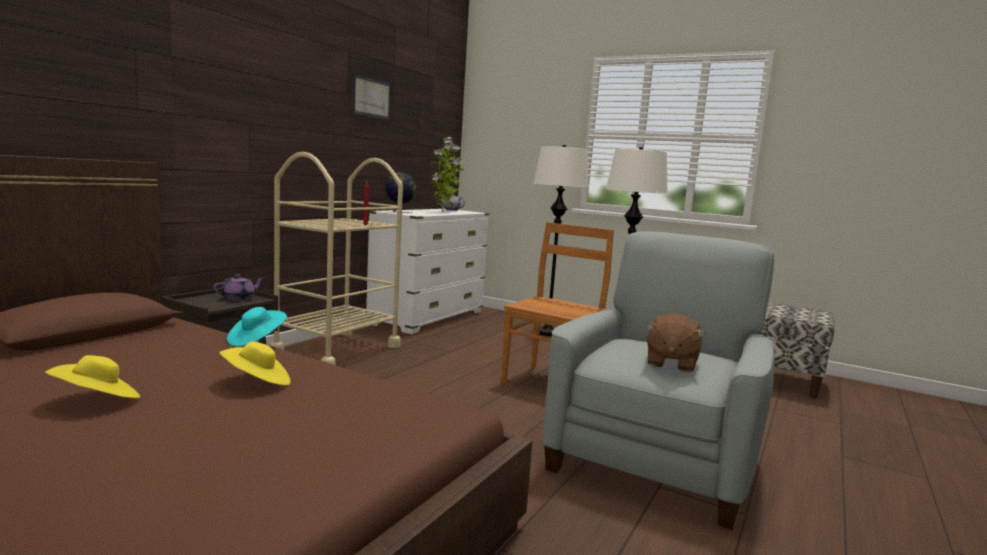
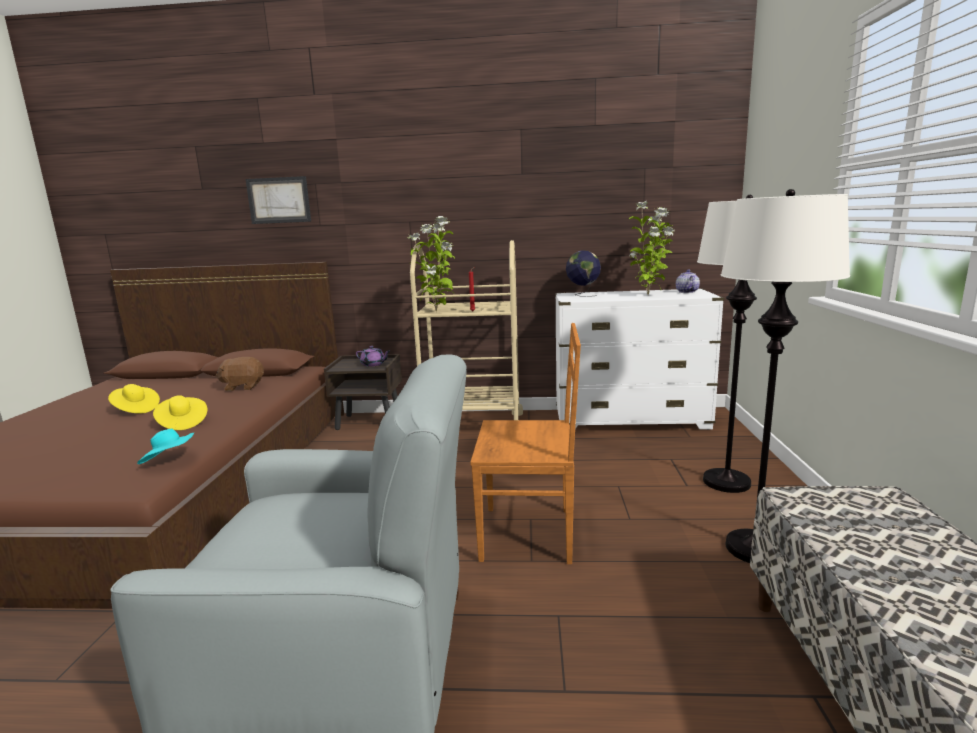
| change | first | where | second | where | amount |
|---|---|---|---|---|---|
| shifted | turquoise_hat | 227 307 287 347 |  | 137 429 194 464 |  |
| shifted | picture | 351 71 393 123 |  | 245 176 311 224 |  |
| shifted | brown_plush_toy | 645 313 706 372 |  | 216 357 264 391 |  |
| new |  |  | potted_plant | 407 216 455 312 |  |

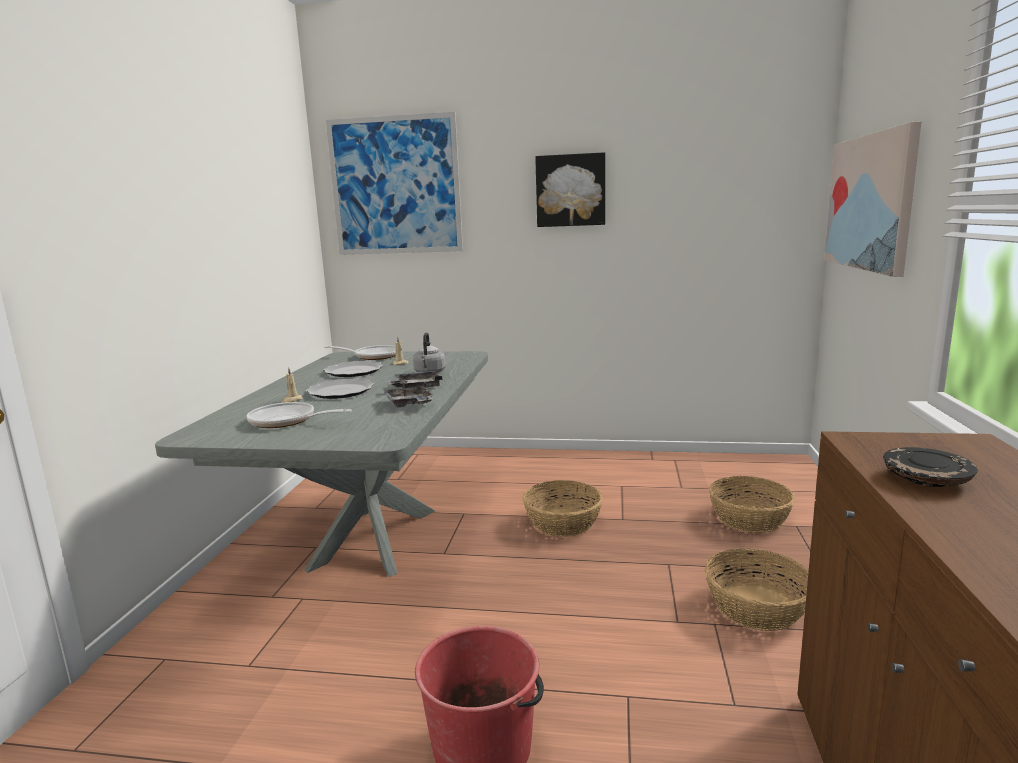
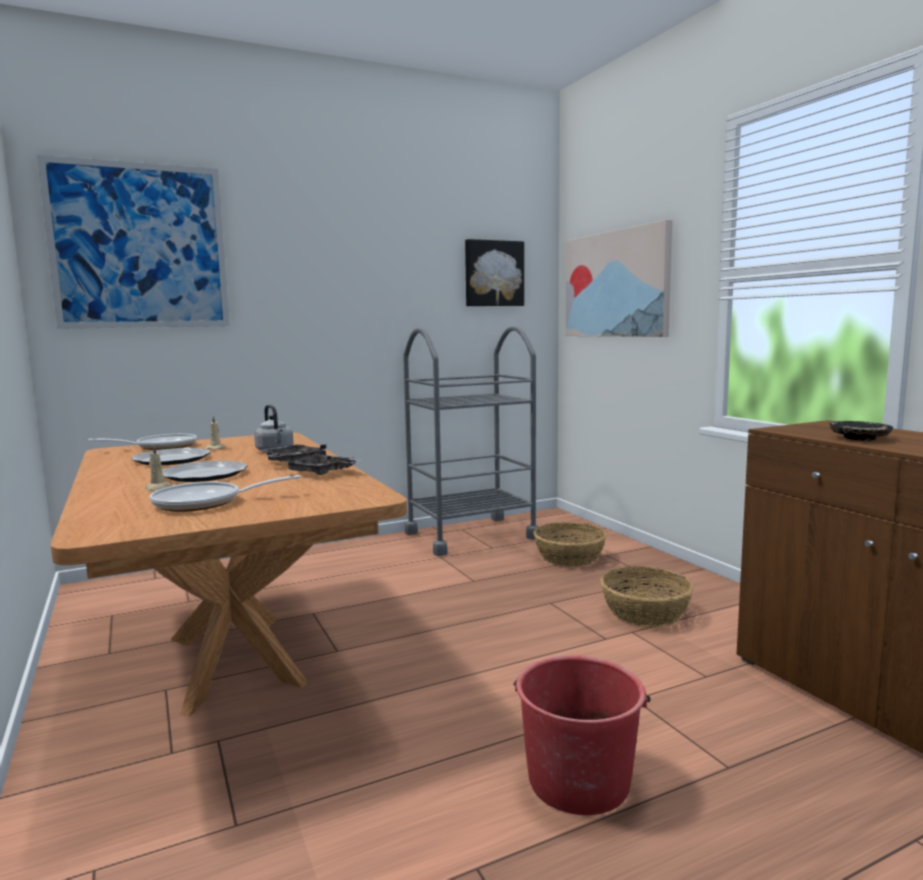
| change | first | where | second | where | amount |
|---|---|---|---|---|---|
| repainted | grey_dining_table | 155 351 488 577 | brown_dining_table | 50 433 407 716 |  |
| gone | basket | 522 480 603 537 |  |  |  |
| shifted | picture | 535 152 605 227 |  | 465 239 524 306 |  |
| new |  |  | grey_cart | 403 326 539 556 |  |

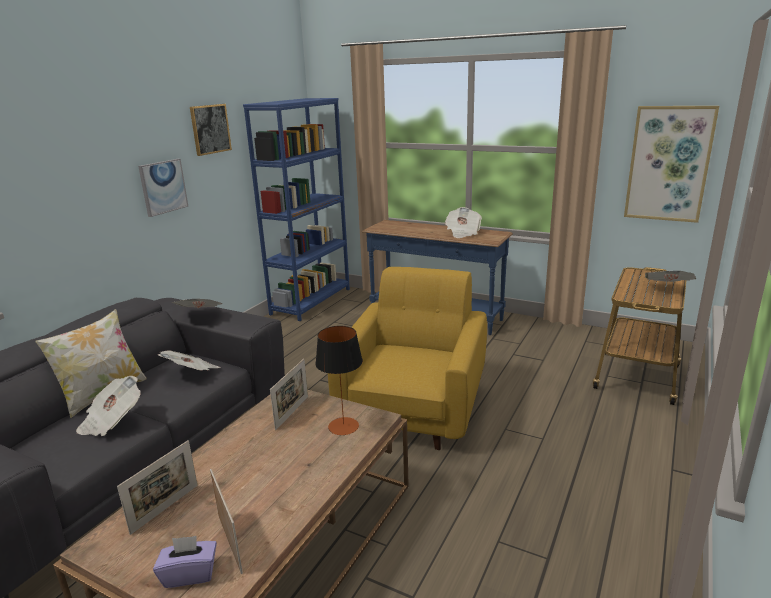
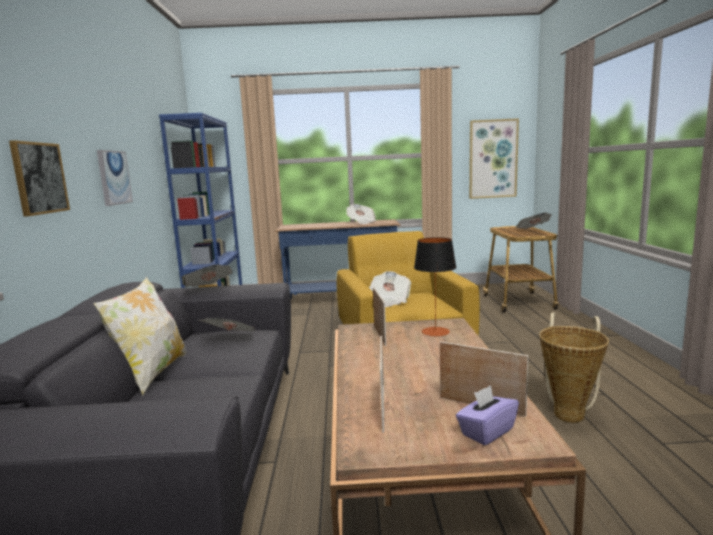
| change | first | where | second | where | amount |
|---|---|---|---|---|---|
| shifted | newspaper | 76 376 140 436 |  | 369 271 411 307 |  |
| shifted | picture | 190 104 232 156 |  | 9 140 70 217 |  |
| new |  |  | basket | 539 313 609 423 |  |

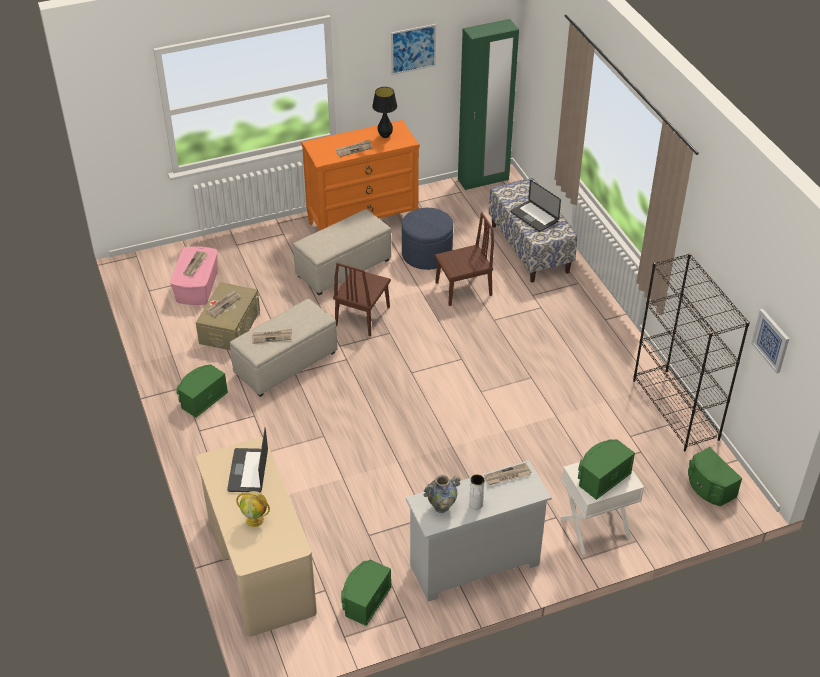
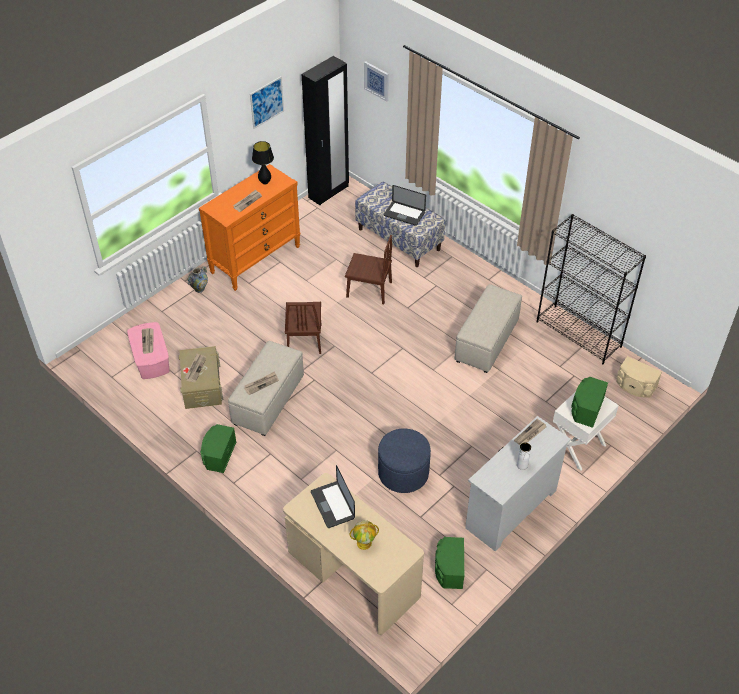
| change | first | where | second | where | amount |
|---|---|---|---|---|---|
| shifted | beige_ottoman | 293 209 391 295 |  | 454 284 522 373 |  |
| shifted | blue_ottoman | 402 208 453 270 |  | 378 429 431 493 |  |
| shifted | vase | 423 475 460 513 |  | 187 266 208 293 |  |
| rotated | brown_chair | 435 213 494 306 |  | 345 235 392 304 | 60 degrees clockwise |
| repainted | green_wardrobe | 458 19 519 190 | black_wardrobe | 302 56 349 205 |  |
| repainted | green_speaker | 688 447 742 506 | beige_speaker | 616 356 662 398 |  |
| shifted | picture | 751 309 789 373 |  | 364 61 389 102 |  |

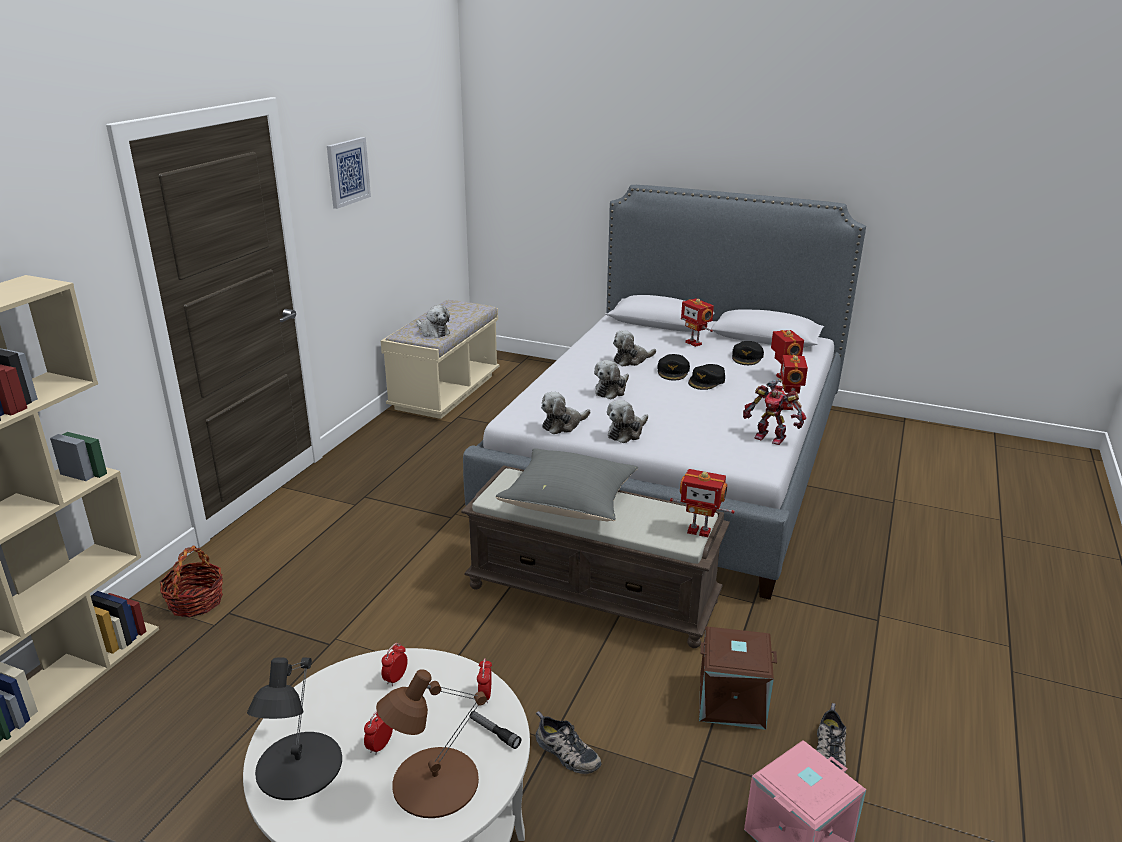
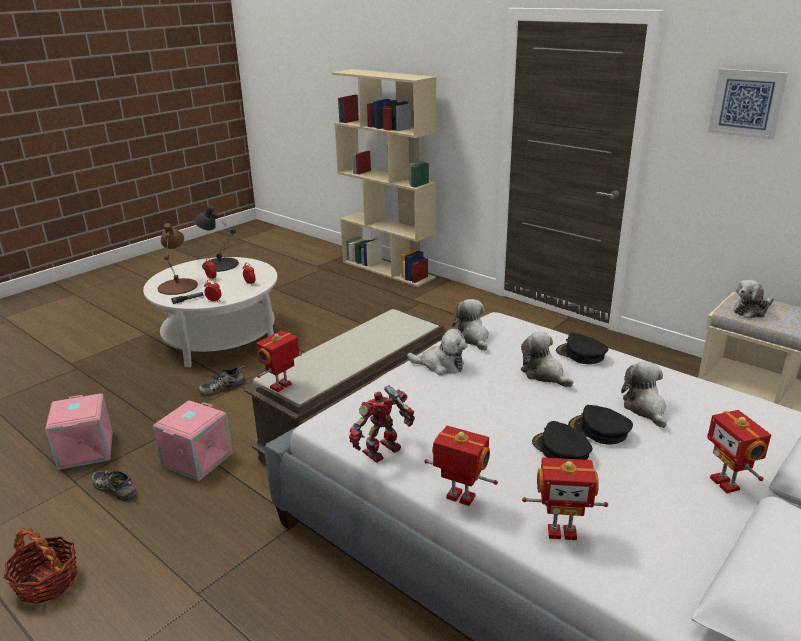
| change | first | where | second | where | amount |
|---|---|---|---|---|---|
| shifted | basket | 160 546 223 617 |  | 4 528 78 604 |  |
| gone | grey_pillow | 496 448 638 521 |  |  |  |
| rotated | plush_toy | 607 400 648 443 |  | 407 329 467 375 | 135 degrees clockwise |
| rotated | toy_robot | 681 298 714 347 |  | 707 410 771 493 | 90 degrees counterclockwise |
| repainted | brown_storage_box | 699 627 777 730 | pink_storage_box | 153 400 233 481 |  |
| shifted | black_cap | 732 341 764 365 |  | 556 333 608 364 |  |

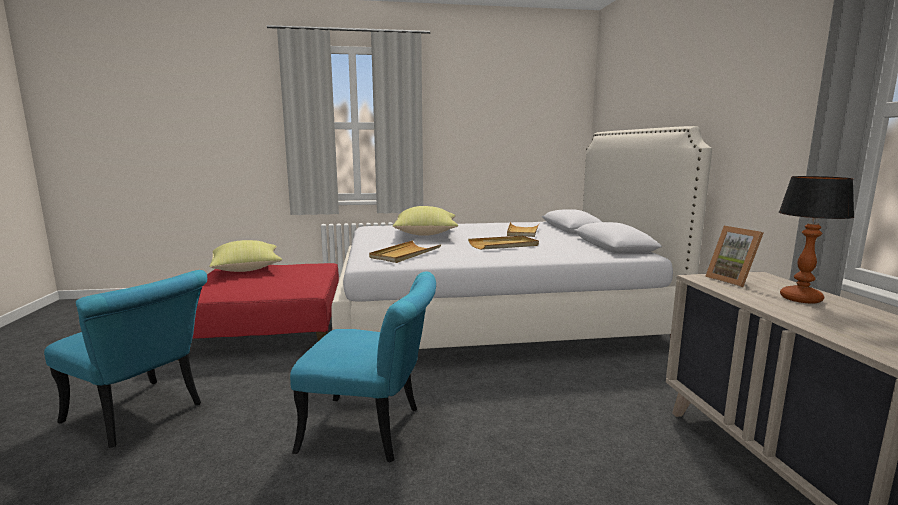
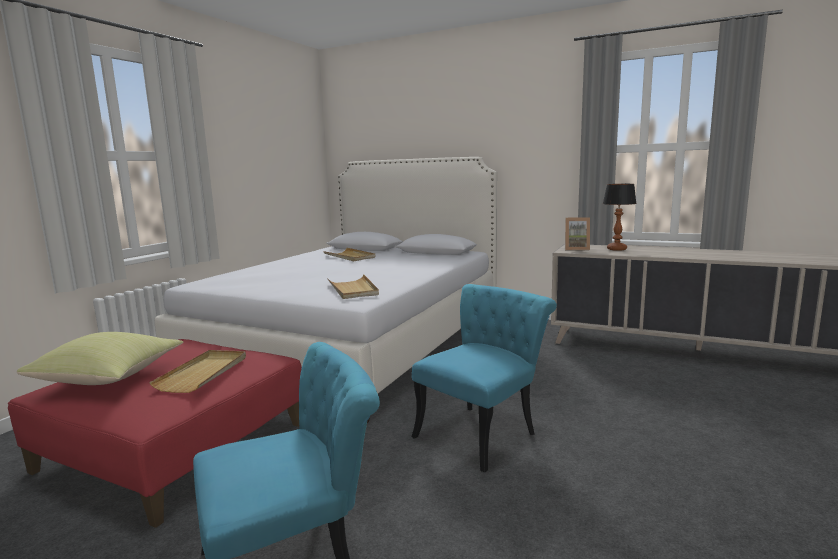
| change | first | where | second | where | amount |
|---|---|---|---|---|---|
| gone | yellow_pillow | 393 206 458 236 |  |  |  |
| shifted | beige_tray | 468 236 539 250 |  | 149 350 246 393 |  |

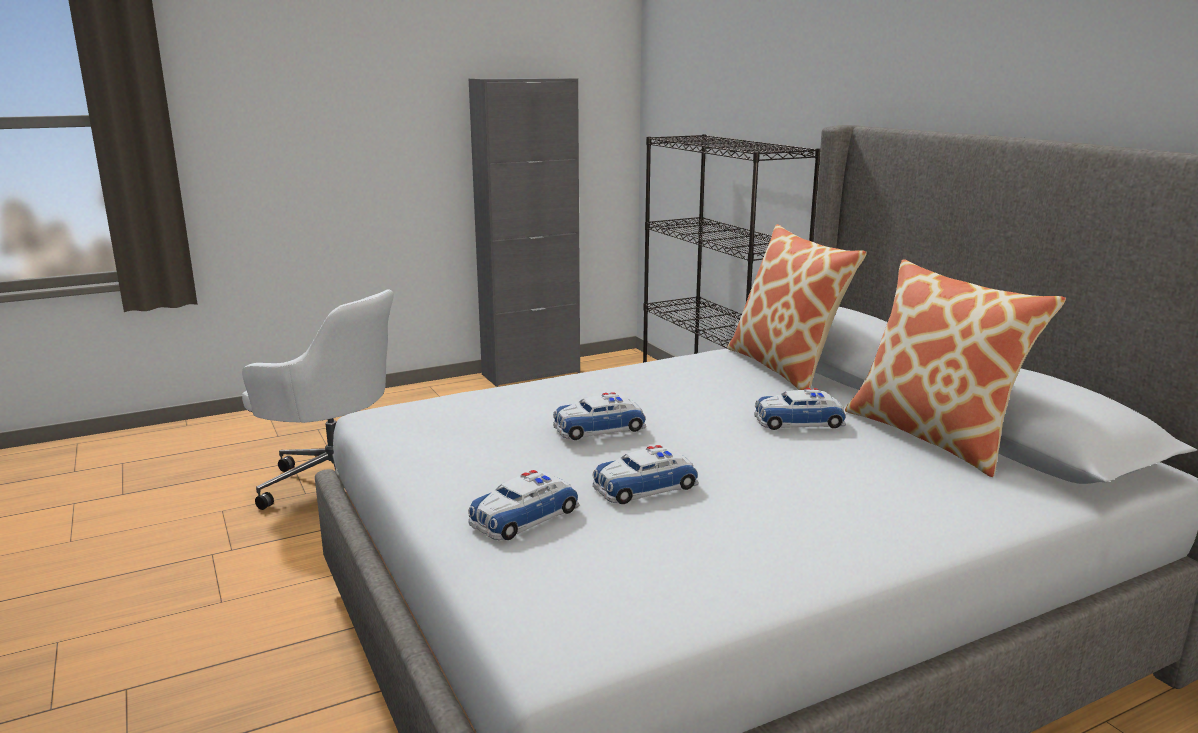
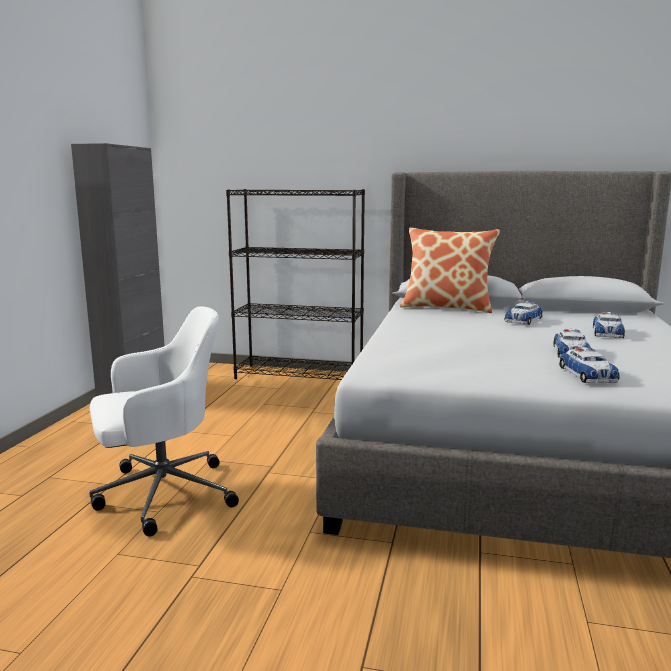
| change | first | where | second | where | amount |
|---|---|---|---|---|---|
| shifted | toy_car | 553 392 646 440 |  | 593 312 625 338 |  |
| gone | pillow | 845 259 1066 477 |  |  |  |

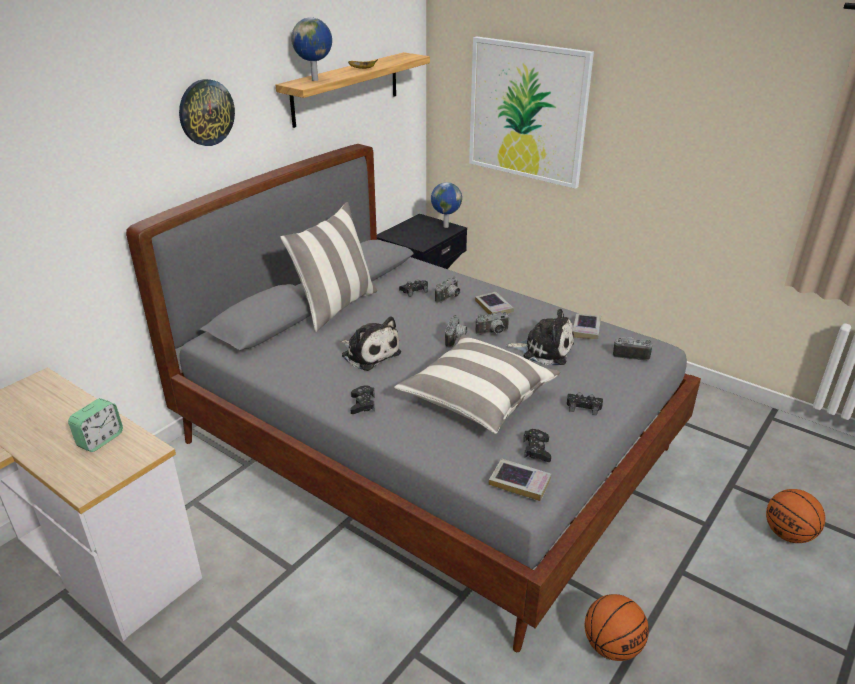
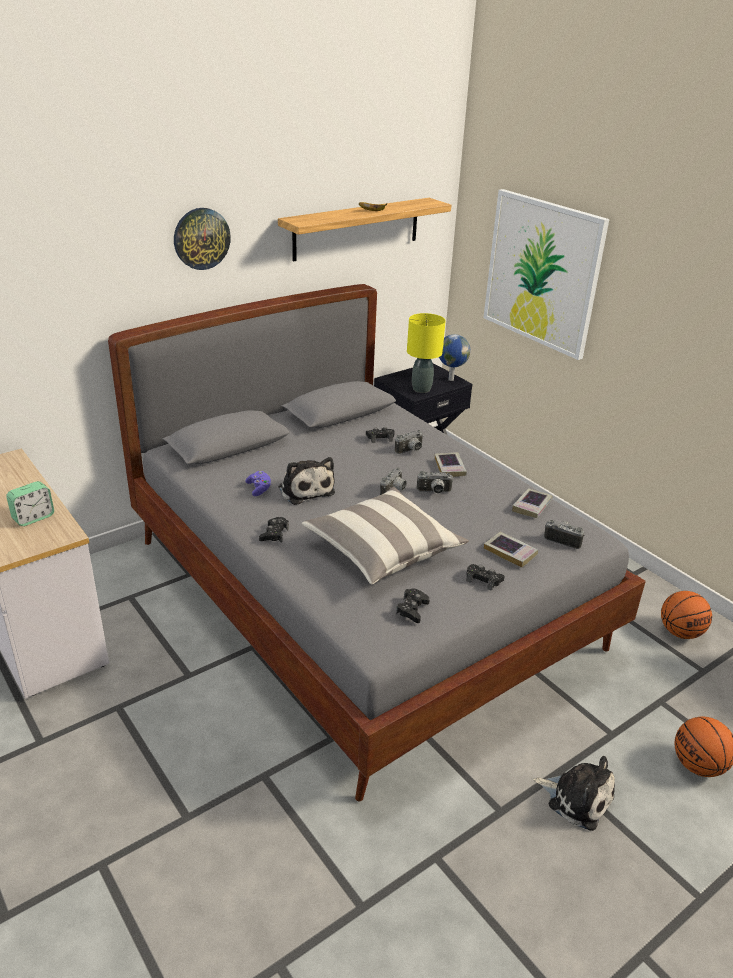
| change | first | where | second | where | amount |
|---|---|---|---|---|---|
| gone | pillow | 280 202 377 332 |  |  |  |
| gone | globe | 291 17 332 81 |  |  |  |
| shifted | book | 489 458 552 501 |  | 484 531 538 568 |  |
| shifted | plush_toy | 506 309 574 365 |  | 533 756 615 831 |  |
| shifted | basketball | 585 594 649 661 |  | 661 591 712 639 |  |
| new |  |  | purple_game_controller | 245 471 271 496 |  |
| new |  |  | yellow_table_lamp | 407 313 446 393 |  |

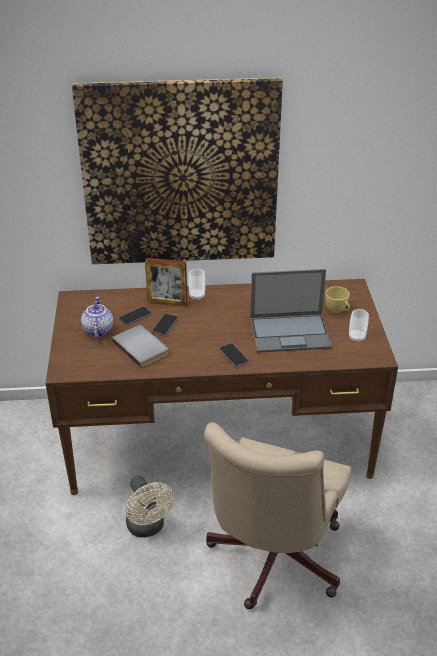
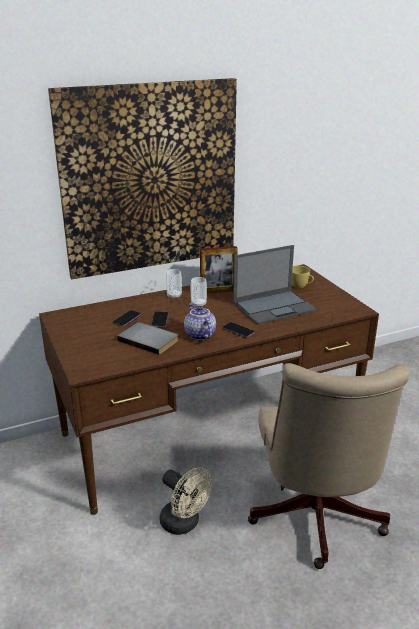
| change | first | where | second | where | amount |
|---|---|---|---|---|---|
| shifted | teapot | 81 297 113 339 |  | 184 303 216 340 |  |
| shifted | picture_frame | 145 258 188 307 |  | 200 246 238 293 |  |
| shifted | cup | 349 309 369 343 |  | 191 277 207 307 |  |

